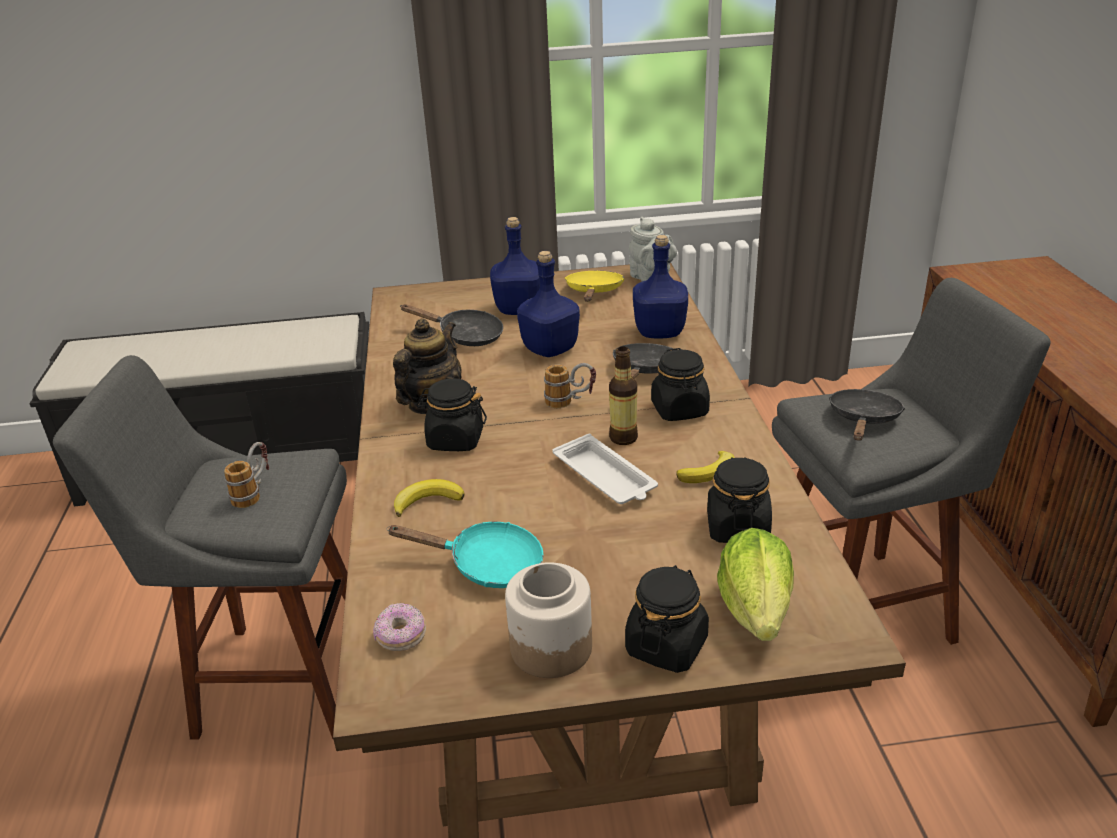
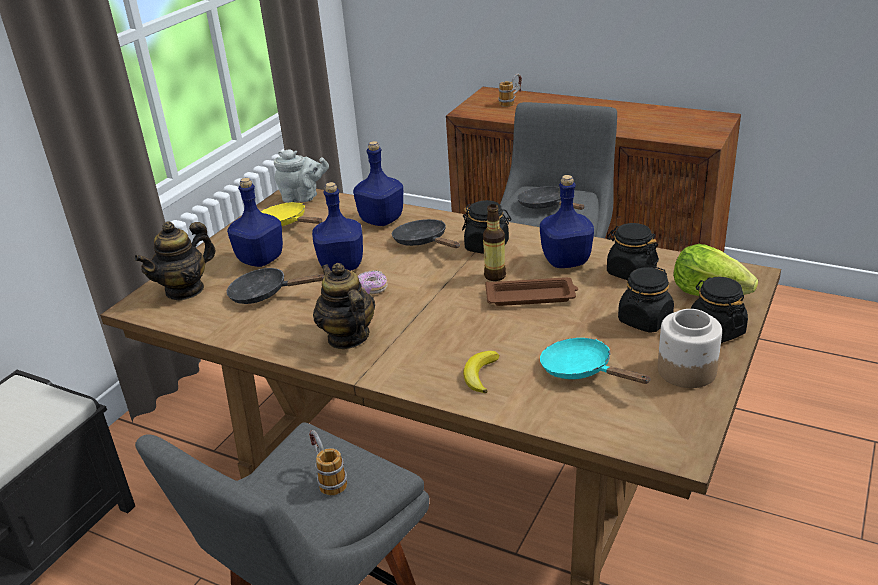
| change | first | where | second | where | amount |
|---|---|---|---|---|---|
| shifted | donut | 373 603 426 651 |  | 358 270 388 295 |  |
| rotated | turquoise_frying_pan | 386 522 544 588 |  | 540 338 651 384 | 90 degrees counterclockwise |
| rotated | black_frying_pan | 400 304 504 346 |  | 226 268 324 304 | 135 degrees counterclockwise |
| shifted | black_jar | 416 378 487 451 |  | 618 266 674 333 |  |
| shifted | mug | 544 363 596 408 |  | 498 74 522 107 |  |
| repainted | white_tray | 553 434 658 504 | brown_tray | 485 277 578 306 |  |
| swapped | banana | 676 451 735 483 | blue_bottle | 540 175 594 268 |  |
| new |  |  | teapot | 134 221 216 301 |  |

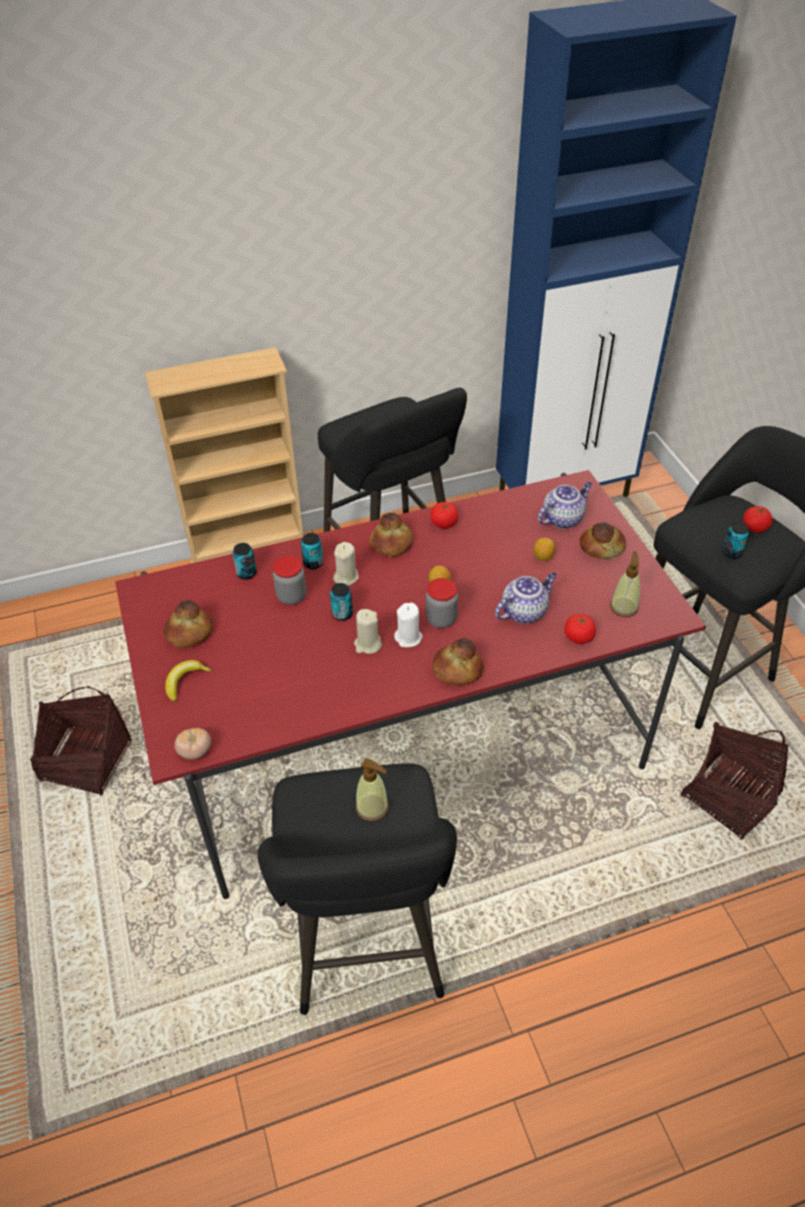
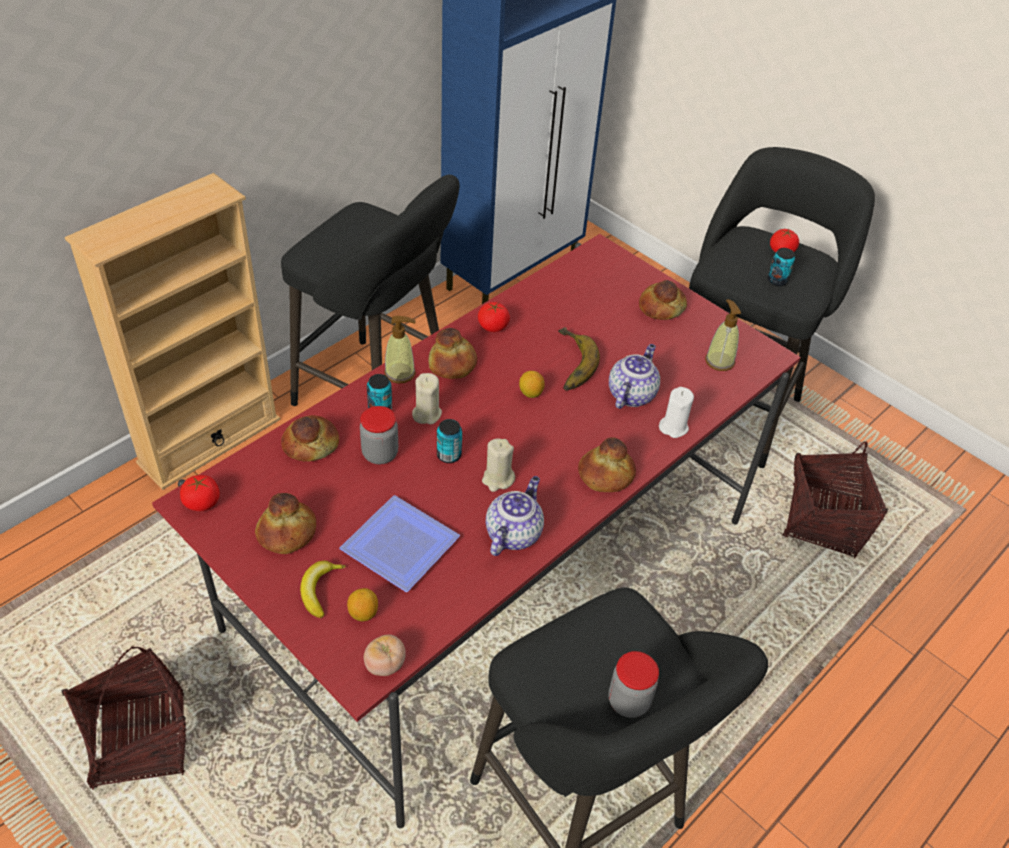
| change | first | where | second | where | amount |
|---|---|---|---|---|---|
| swapped | can | 232 543 257 580 | bread | 281 415 339 462 |  |
| shifted | soap_dispenser | 355 758 389 821 |  | 384 316 416 384 |  |
| shifted | white_candle | 394 602 423 647 |  | 659 387 694 438 |  |
| shifted | jar | 426 578 458 628 |  | 609 651 659 718 |  |
| shifted | lemon | 533 538 555 561 |  | 347 588 378 621 |  |
| shifted | teapot | 538 482 592 529 |  | 486 476 544 556 |  |
| shifted | tomato | 564 614 596 644 |  | 180 475 220 511 |  |
| new |  |  | plate | 339 495 460 592 |  |
| new |  |  | banana | 558 327 600 391 |  |

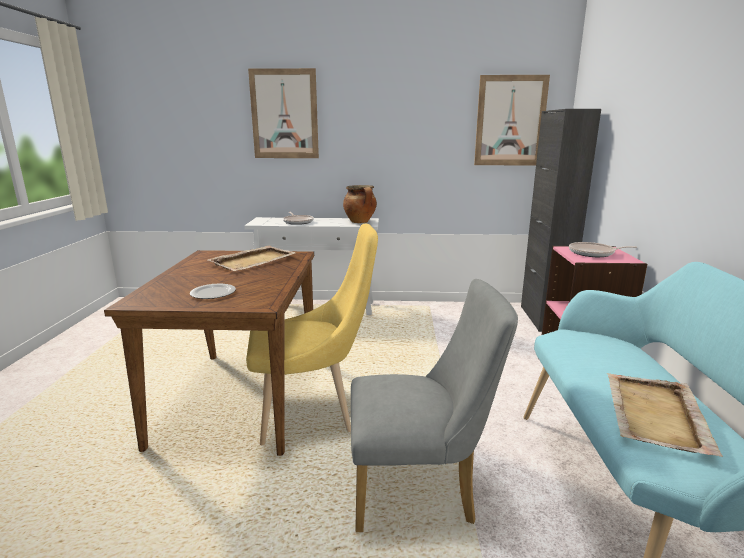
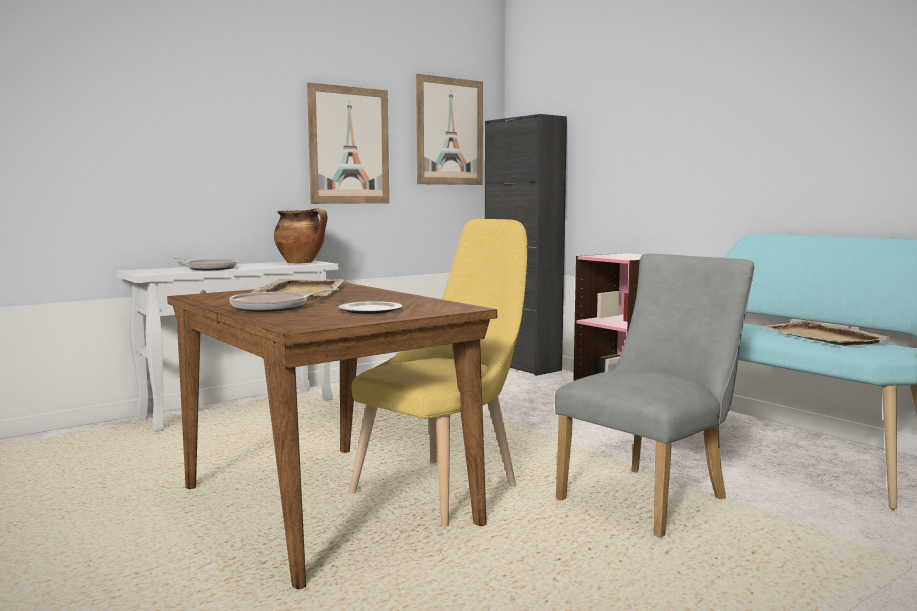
| change | first | where | second | where | amount |
|---|---|---|---|---|---|
| shifted | picture | 248 68 319 158 |  | 307 82 389 204 |  |
| shifted | frying_pan | 569 242 637 257 |  | 230 288 339 312 |  |

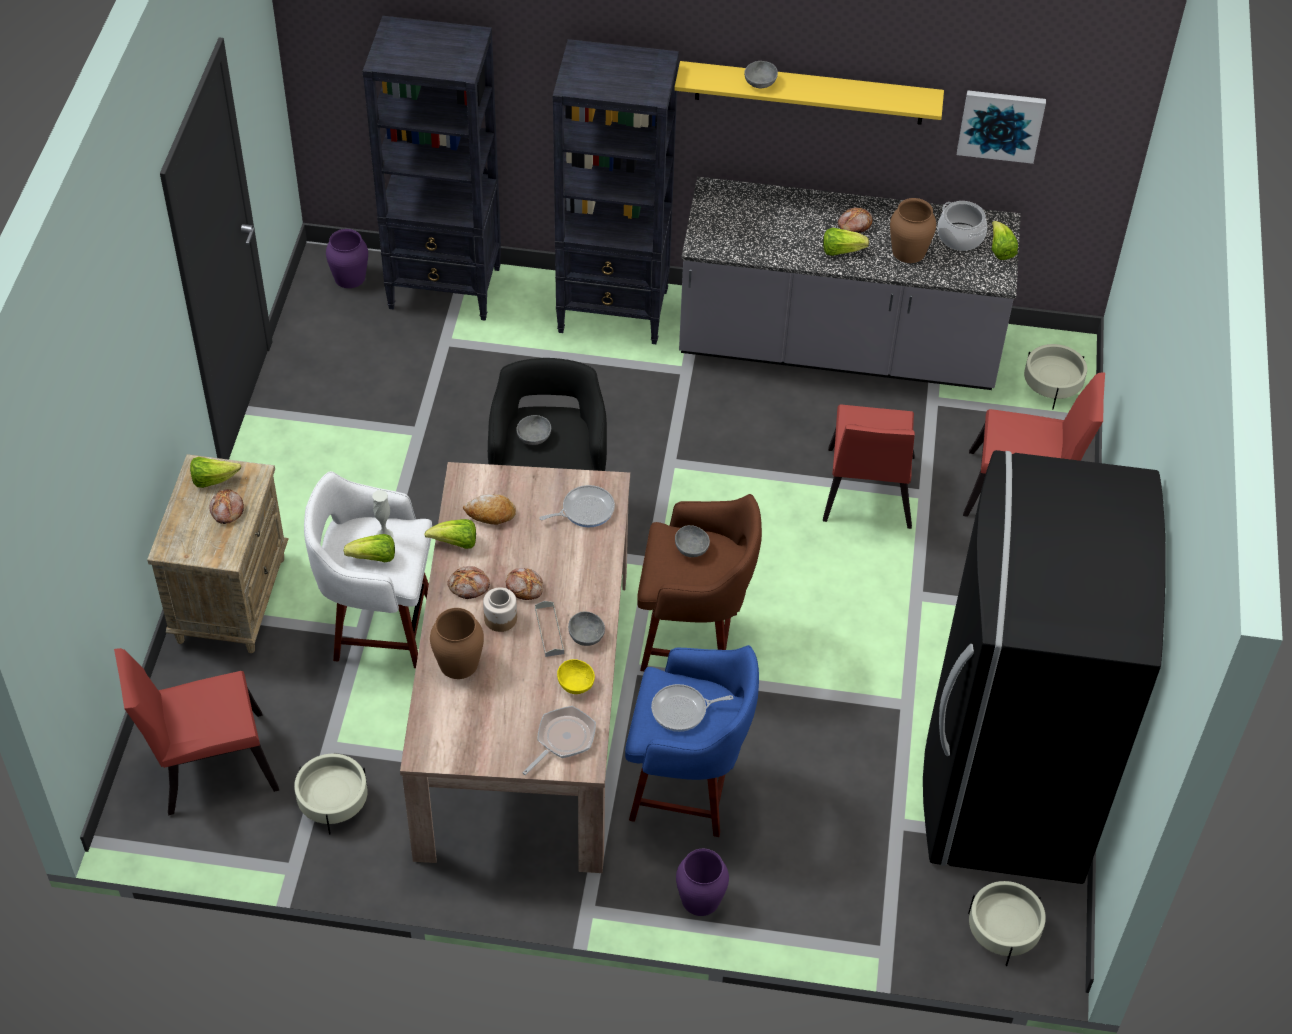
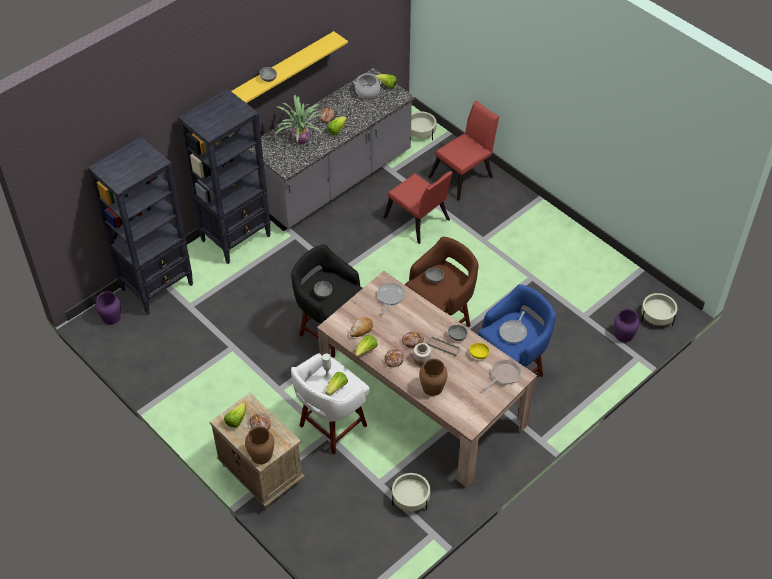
| change | first | where | second | where | amount |
|---|---|---|---|---|---|
| gone | red_chair | 114 648 279 815 |  |  |  |
| rotated | frying_pan | 523 706 596 775 |  | 482 359 521 391 | 60 degrees clockwise |
| shifted | purple_vase | 676 849 729 916 |  | 614 309 640 342 |  |
| shifted | brown_vase | 890 198 936 263 |  | 245 426 274 464 |  |
| gone | black_fridge | 923 450 1166 884 |  |  |  |
| gone | picture | 957 90 1046 164 |  |  |  |
| new |  |  | potted_plant | 275 94 322 144 |  |

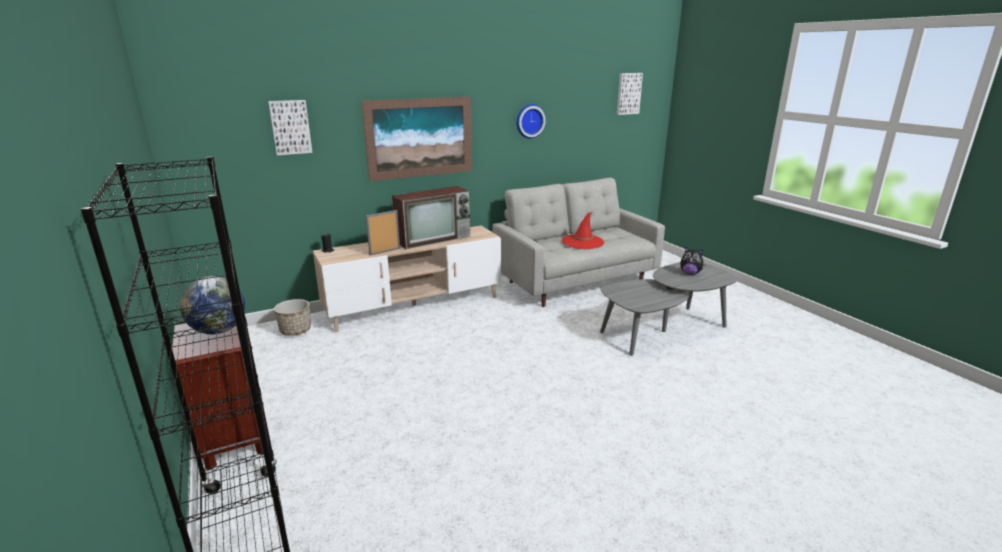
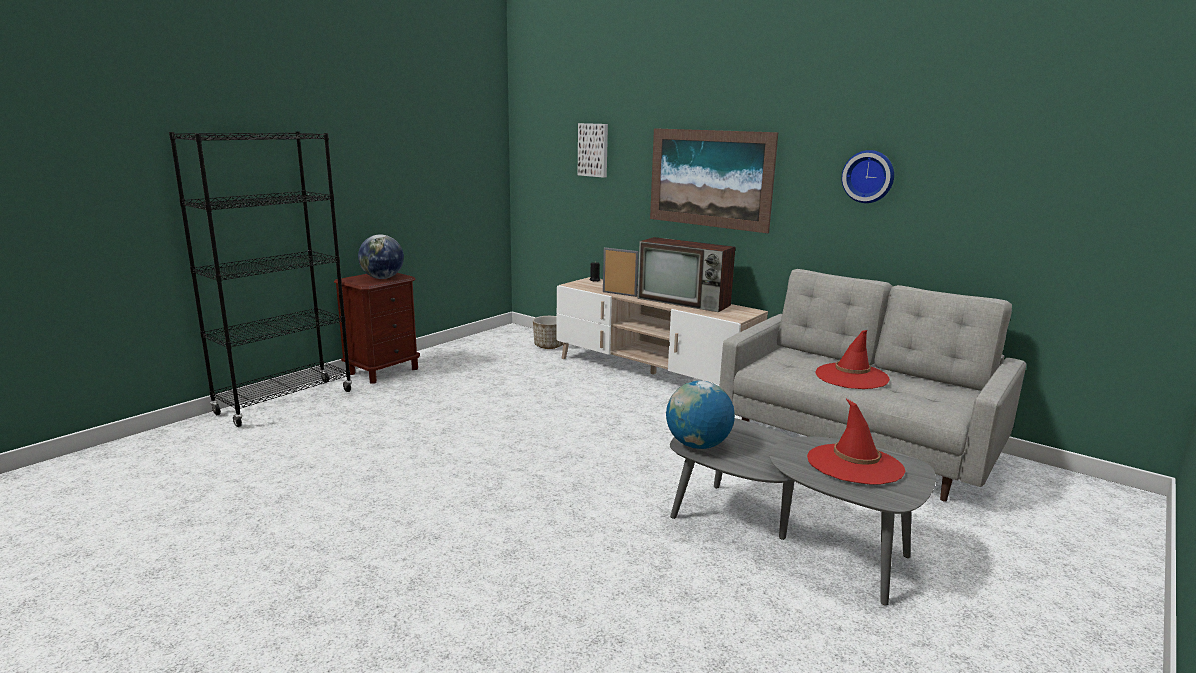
| change | first | where | second | where | amount |
|---|---|---|---|---|---|
| gone | picture | 617 73 643 115 |  |  |  |
| swapped | plush_toy | 680 247 706 275 | red_hat | 807 398 905 485 |  |
| new |  |  | globe | 666 381 735 449 |  |

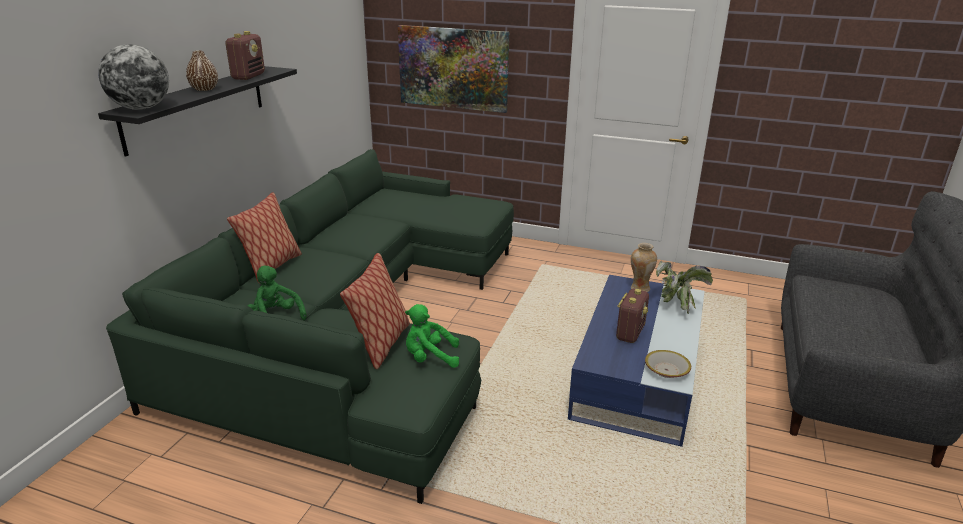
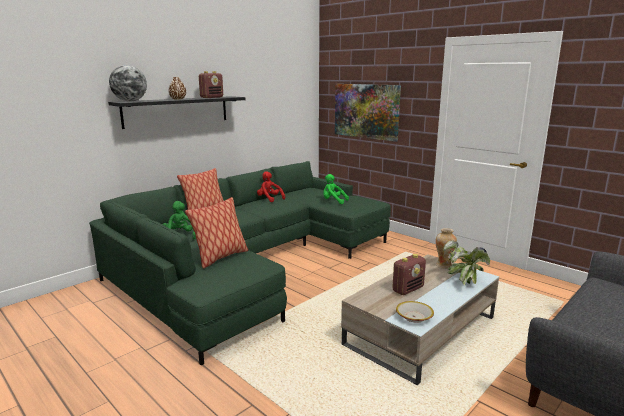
| change | first | where | second | where | amount |
|---|---|---|---|---|---|
| shifted | green_plush_toy | 405 304 459 368 |  | 323 174 349 204 |  |
| repainted | blue_coffee_table | 568 275 705 447 | beige_coffee_table | 341 254 499 385 |  |
| new |  |  | red_plush_toy | 257 171 285 202 |  |

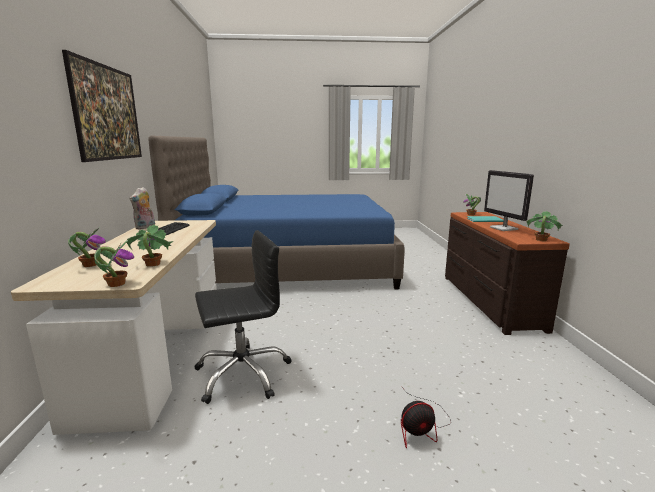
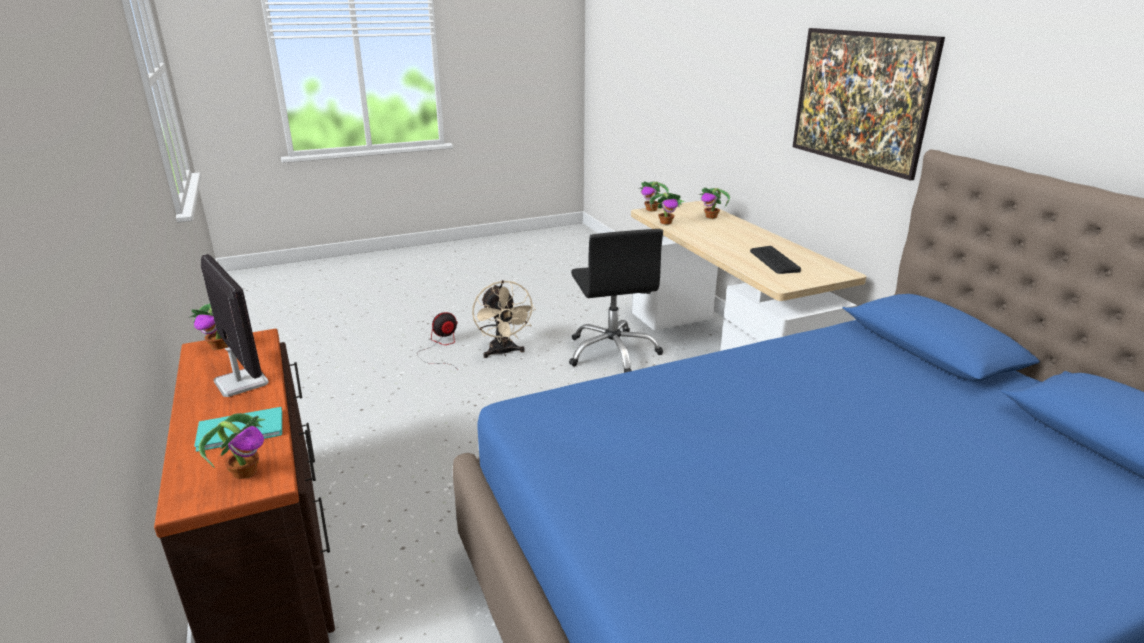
| change | first | where | second | where | amount |
|---|---|---|---|---|---|
| gone | plush_toy | 129 187 155 229 |  |  |  |
| rotated | black_office_chair | 194 230 291 404 |  | 569 229 663 373 | 60 degrees counterclockwise |
| new |  |  | beige_fan | 472 280 535 358 |  |

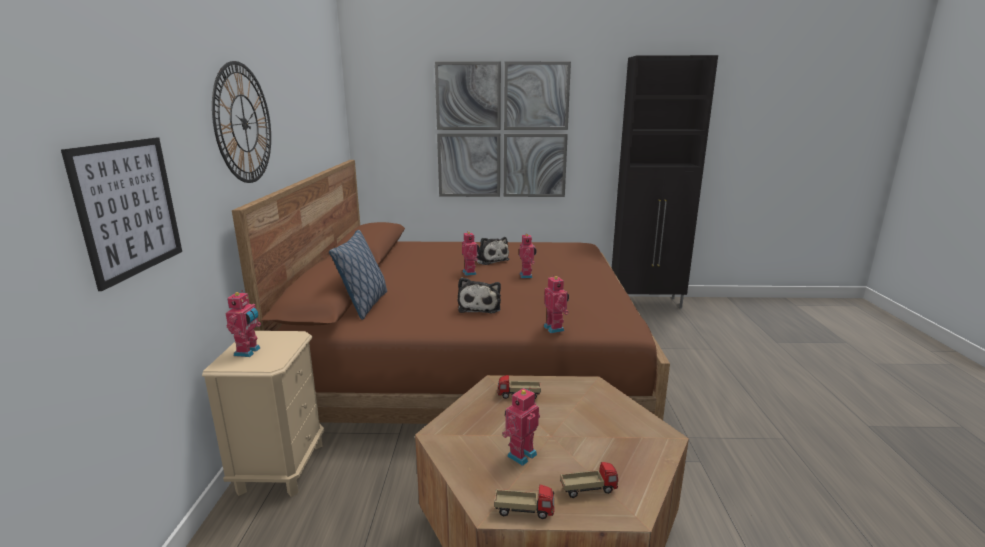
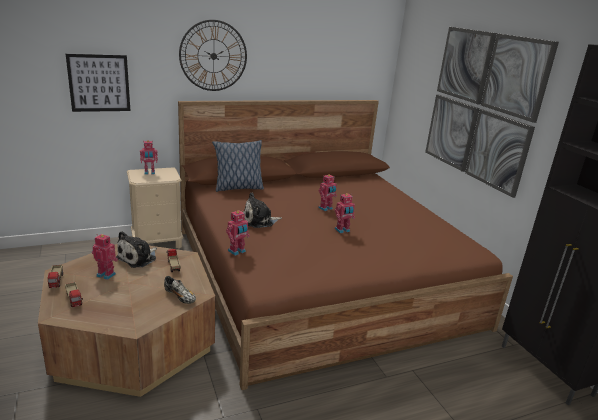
| change | first | where | second | where | amount |
|---|---|---|---|---|---|
| shifted | plush_toy | 474 237 509 265 |  | 116 231 157 268 |  |
| new |  |  | shoe | 164 276 196 304 |  |

